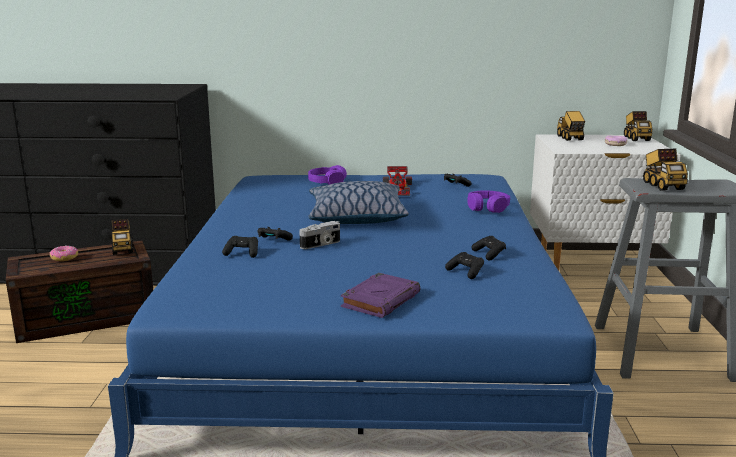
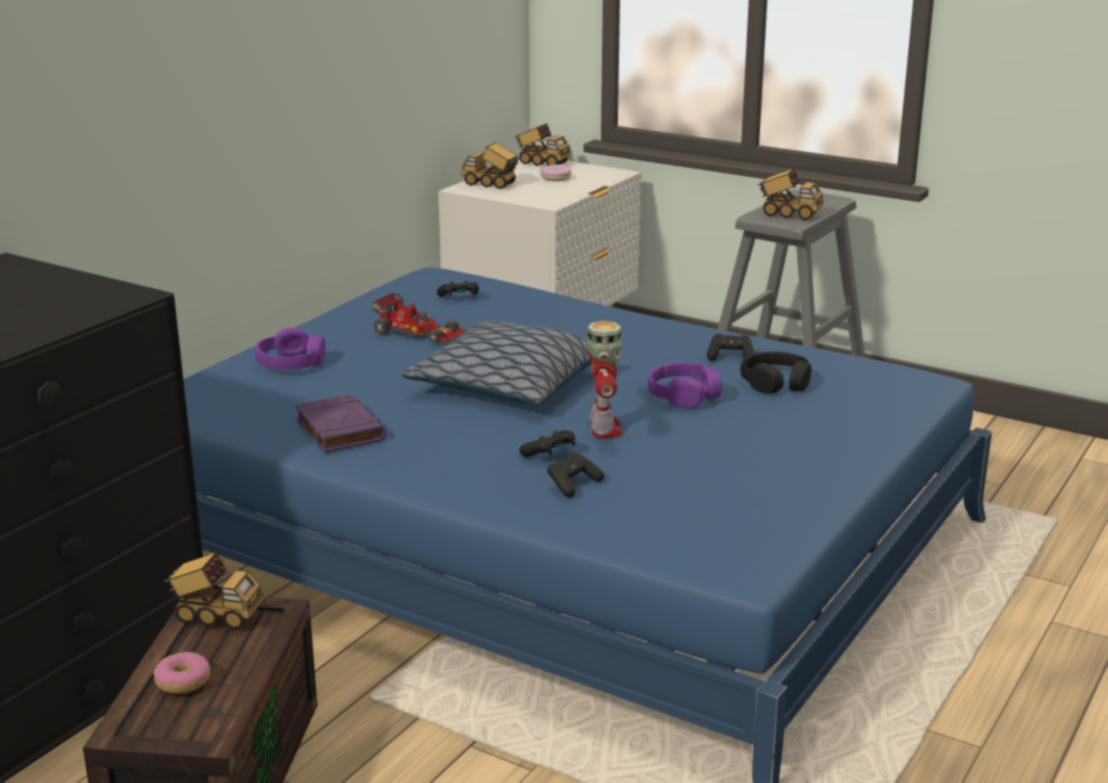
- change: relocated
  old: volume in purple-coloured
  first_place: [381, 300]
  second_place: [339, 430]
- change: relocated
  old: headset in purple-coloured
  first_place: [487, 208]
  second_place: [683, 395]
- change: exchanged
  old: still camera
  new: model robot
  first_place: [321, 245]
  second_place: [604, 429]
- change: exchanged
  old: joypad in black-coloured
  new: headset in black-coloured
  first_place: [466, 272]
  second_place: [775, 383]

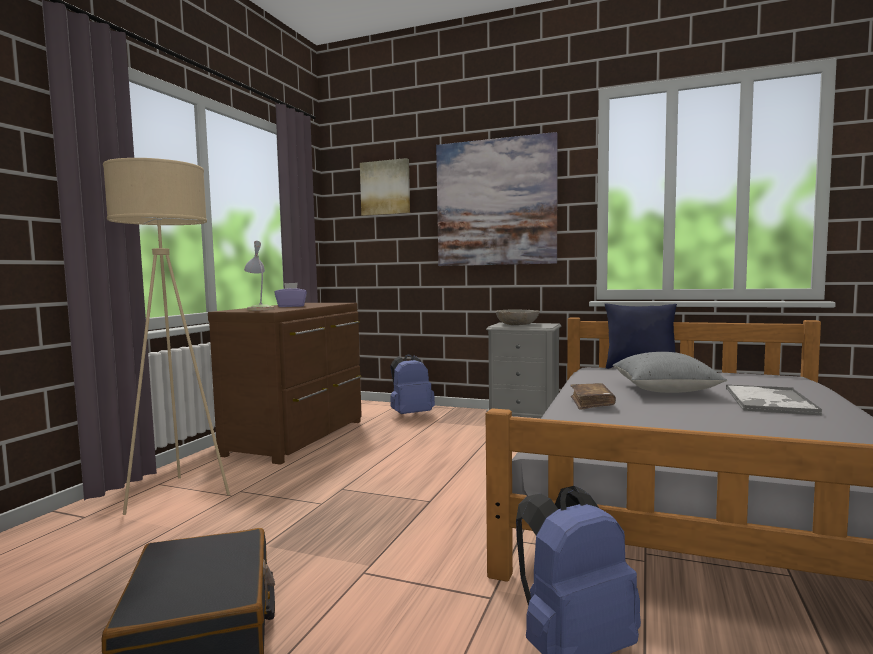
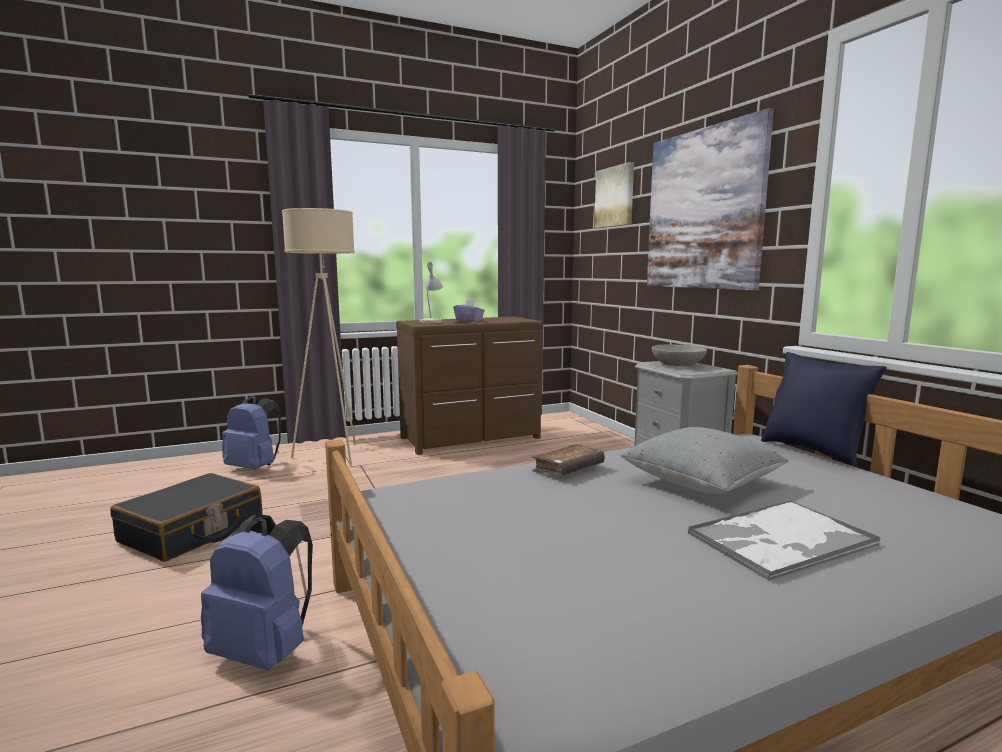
- change: relocated
  old: backpack in bluish
  first_place: [411, 414]
  second_place: [255, 468]

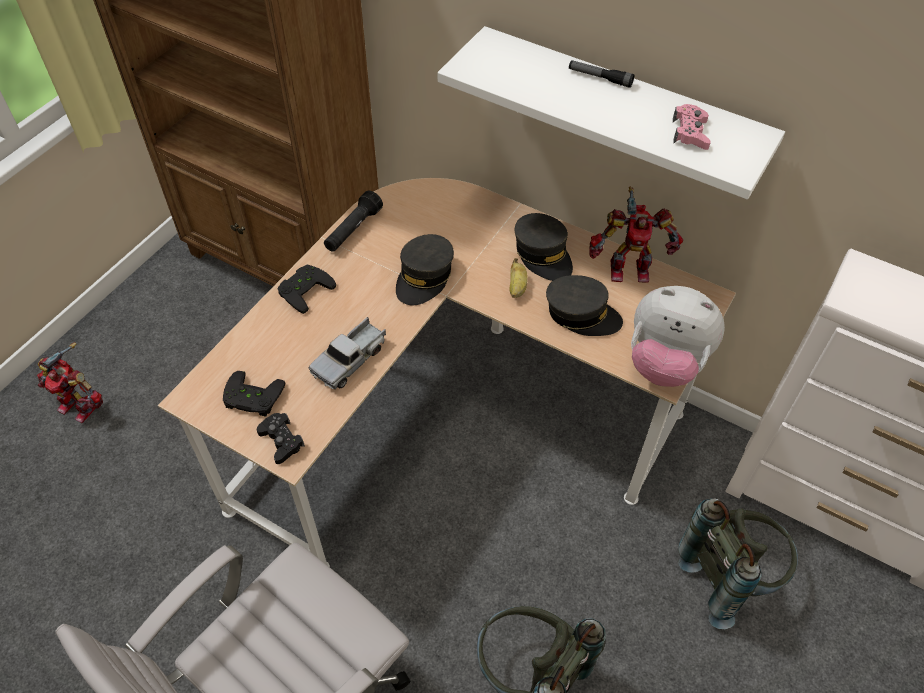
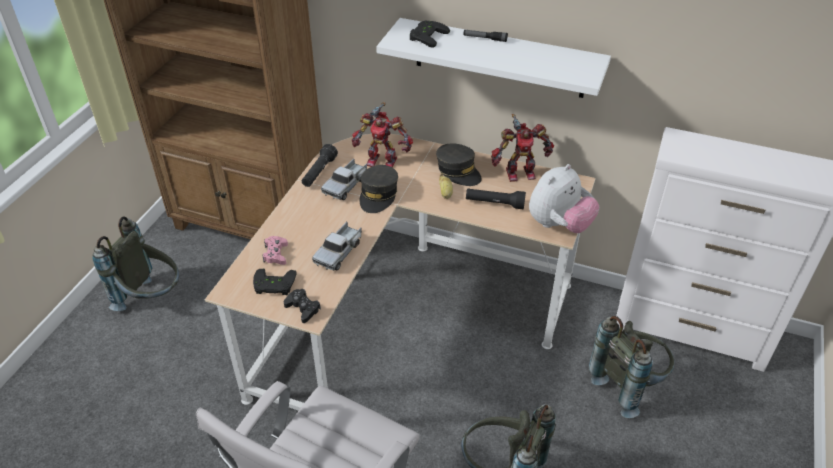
- change: appeared
  new: backpack in gray
  second_place: [151, 298]
- change: appeared
  new: toy lorry
  second_place: [346, 185]
- change: relocated
  old: model robot
  first_place: [80, 405]
  second_place: [382, 160]
- change: relocated
  old: joypad in black-coloured
  first_place: [303, 289]
  second_place: [426, 36]
- change: relocated
  old: joypad in pink-coloured
  first_place: [690, 133]
  second_place: [275, 254]
- change: exchanged
  old: baseball cap in gray
  new: flashlight in black-coloured
  first_place: [581, 314]
  second_place: [494, 203]
- change: spun
  old: soft toy
  first_place: [665, 363]
  second_place: [559, 225]
  degrees: -60

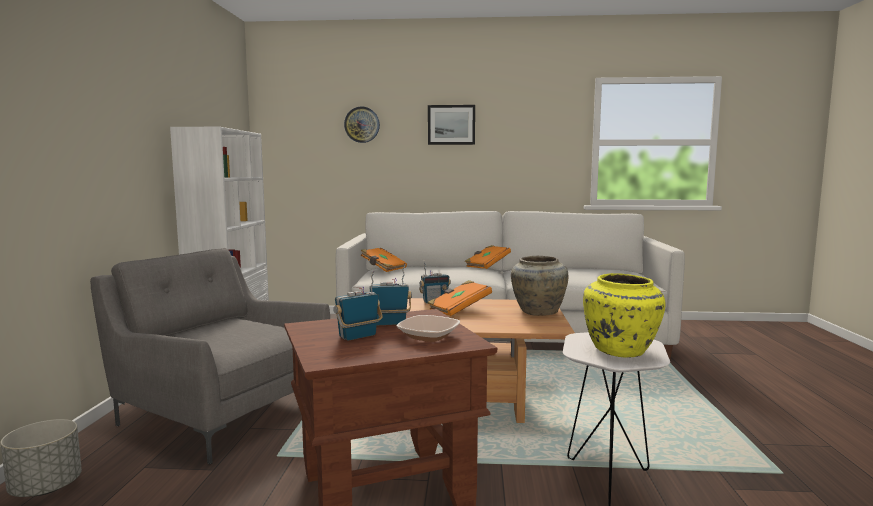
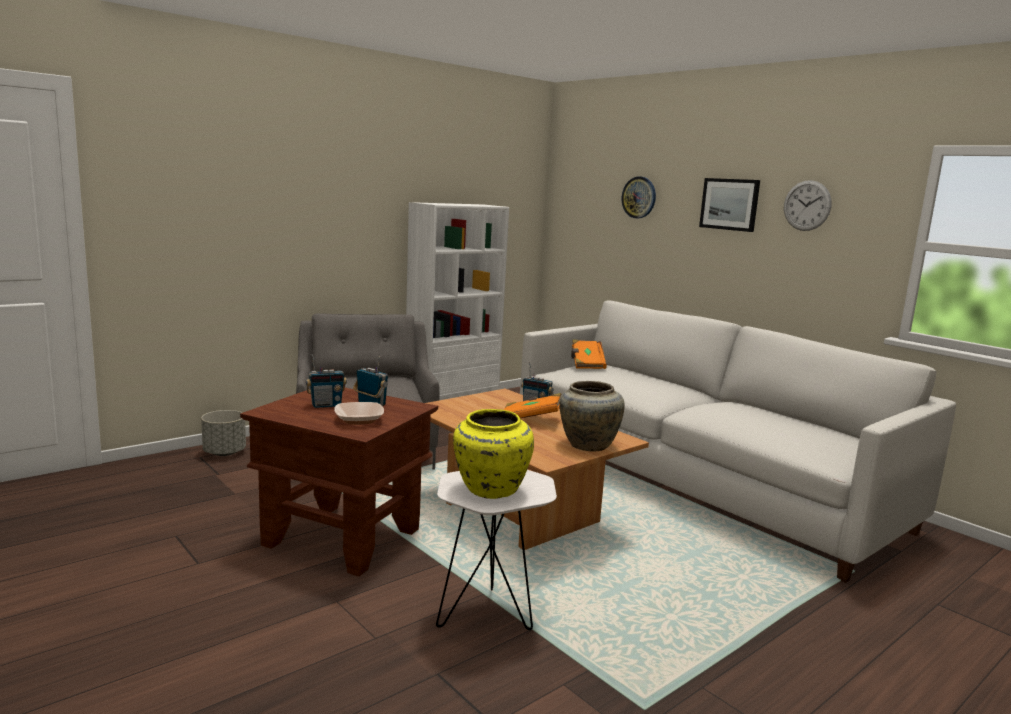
- change: missing
  old: volume in orange
  first_place: [487, 265]
- change: appeared
  new: clock on the wall
  second_place: [807, 205]
- change: spun
  old: radio set
  first_place: [358, 336]
  second_place: [326, 405]
  degrees: 150

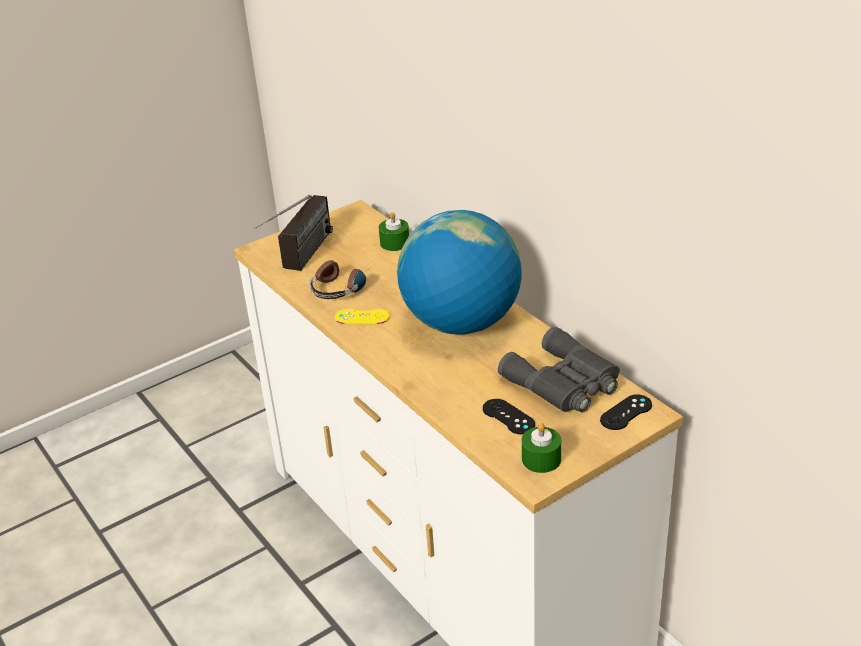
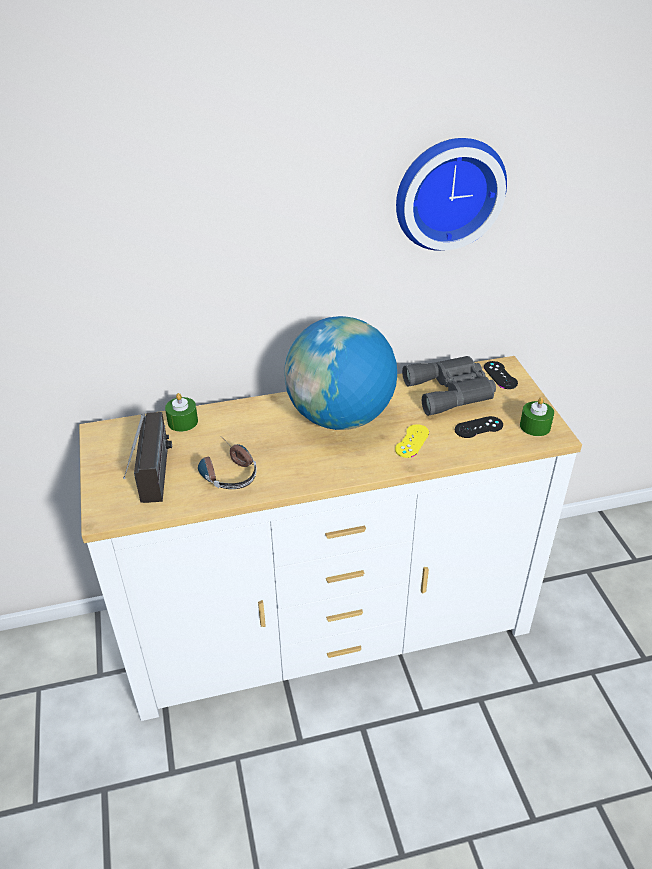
- change: appeared
  new: clock on the wall
  second_place: [447, 192]
- change: relocated
  old: joypad in yellowish
  first_place: [362, 317]
  second_place: [412, 441]
- change: spun
  old: radio set
  first_place: [301, 260]
  second_place: [155, 488]
  degrees: 45

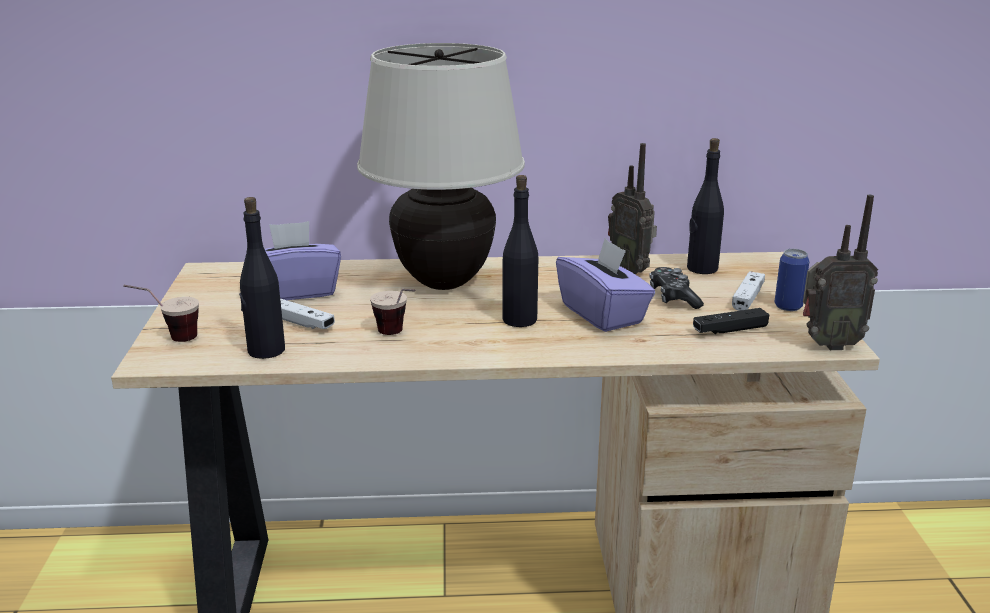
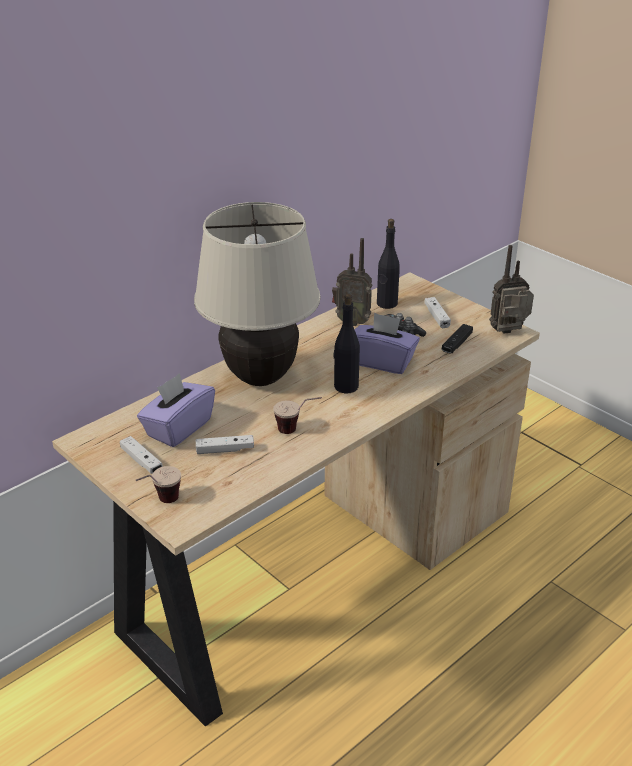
- change: missing
  old: bottle in black-coloured
  first_place: [265, 350]
- change: missing
  old: can
  first_place: [788, 306]
- change: appeared
  new: joypad in whitish
  second_place: [141, 461]
- change: spun
  old: radio set
  first_place: [827, 344]
  second_place: [509, 333]
  degrees: -150

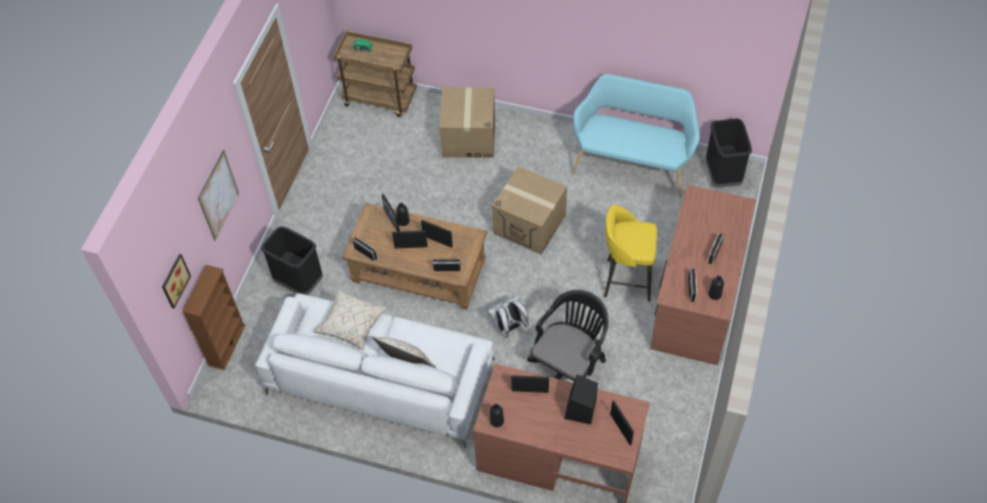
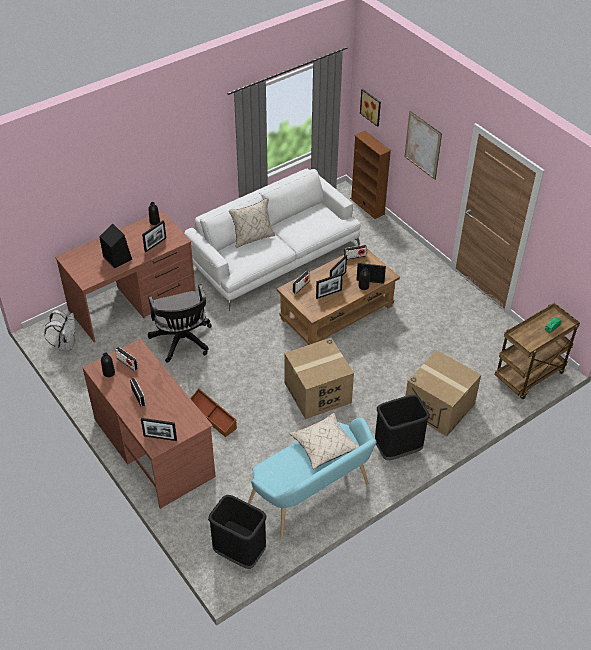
- change: relocated
  old: trash can in black-coloured
  first_place: [299, 281]
  second_place: [397, 450]
- change: relocated
  old: throw pillow in sand-coloured
  first_place: [351, 324]
  second_place: [324, 446]
- change: relocated
  old: backpack in whitish
  first_place: [508, 327]
  second_place: [66, 344]
- change: relocated
  old: standing frame
  first_place: [620, 429]
  second_place: [160, 437]
- change: exchanged
  old: stool in yellowish
  new: storage container in brown
  first_place: [626, 280]
  second_place: [212, 416]

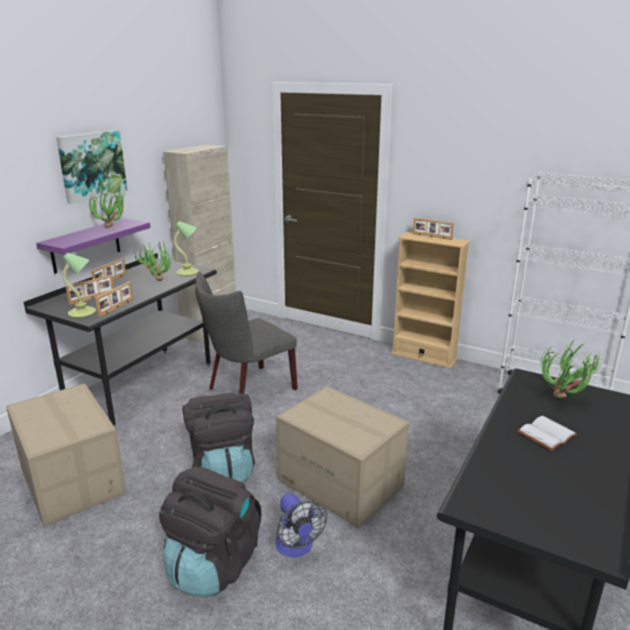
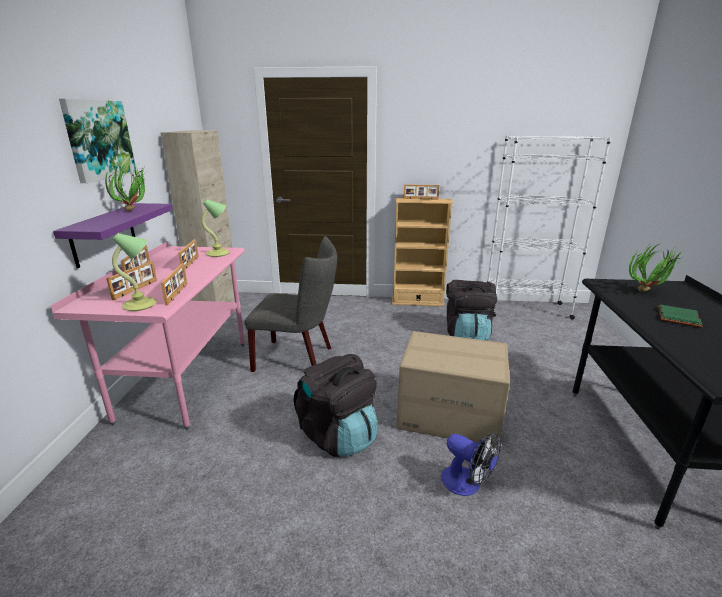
- change: missing
  old: carton
  first_place: [73, 480]
- change: relocated
  old: backpack in black-coloured
  first_place: [213, 564]
  second_place: [467, 334]
- change: exchanged
  old: houseplant
  new: standing frame
  first_place: [156, 279]
  second_place: [191, 263]
- change: colour
  old: desk unit in black-coloured
  new: desk unit in pink-coloured
  first_place: [141, 385]
  second_place: [186, 379]
- change: colour
  old: volume in whitish
  new: volume in green
  first_place: [545, 433]
  second_place: [676, 317]
- change: spun
  old: chair in gray
  first_place: [247, 390]
  second_place: [298, 358]
  degrees: -105

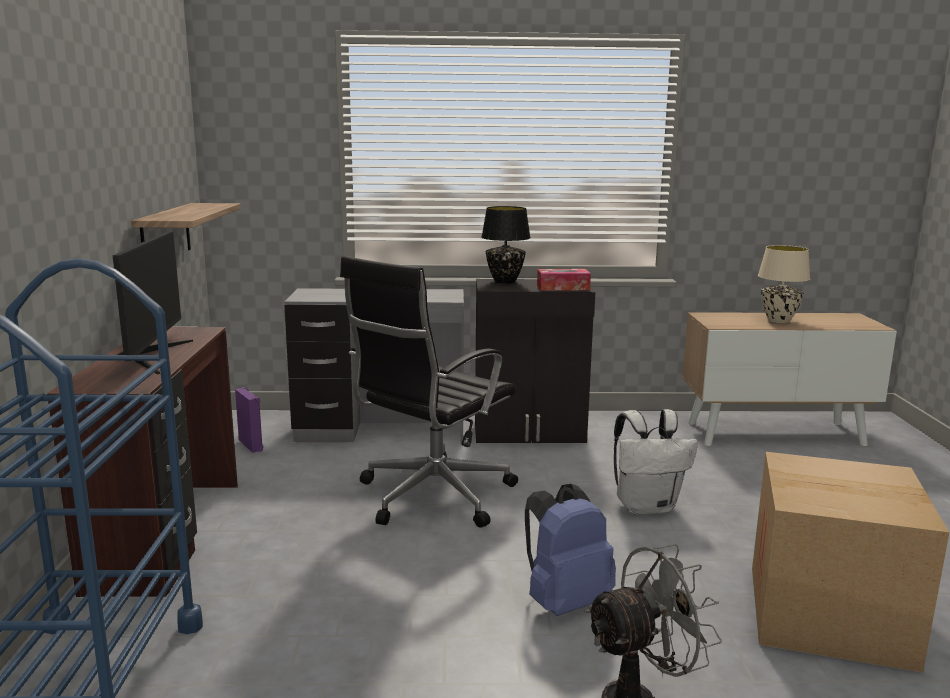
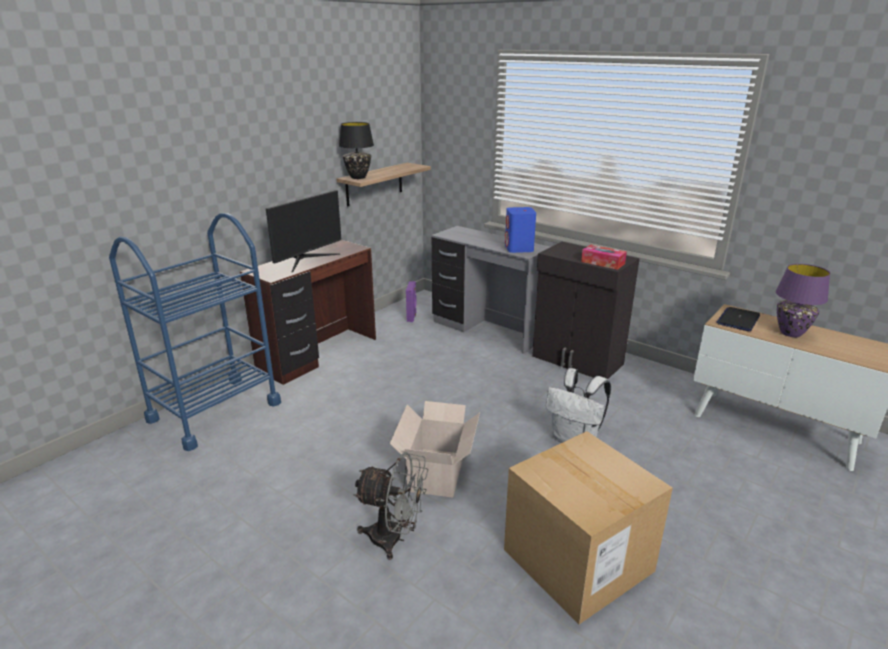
- change: missing
  old: desk chair in black-coloured
  first_place: [431, 496]
- change: appeared
  new: loudspeaker in bluish
  second_place: [519, 249]
- change: appeared
  new: notebook computer
  second_place: [738, 320]
- change: relocated
  old: table lamp in black-coloured
  first_place: [505, 281]
  second_place: [358, 177]
- change: exchanged
  old: backpack in bluish
  new: carton
  first_place: [564, 602]
  second_place: [437, 471]
- change: colour
  old: table lamp in sand-coloured
  new: table lamp in purple-coloured
  first_place: [778, 320]
  second_place: [791, 333]

